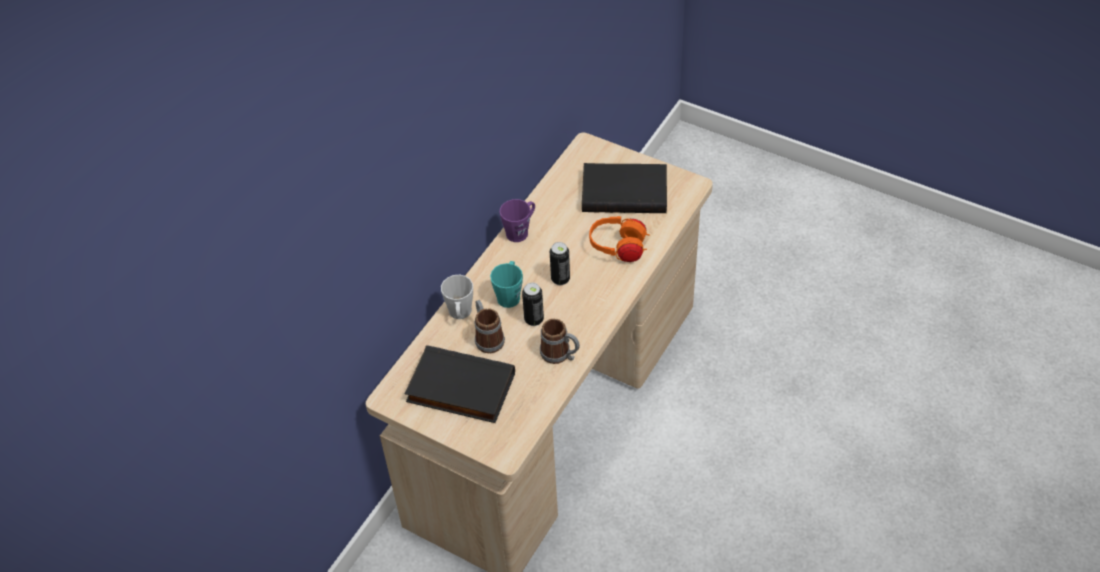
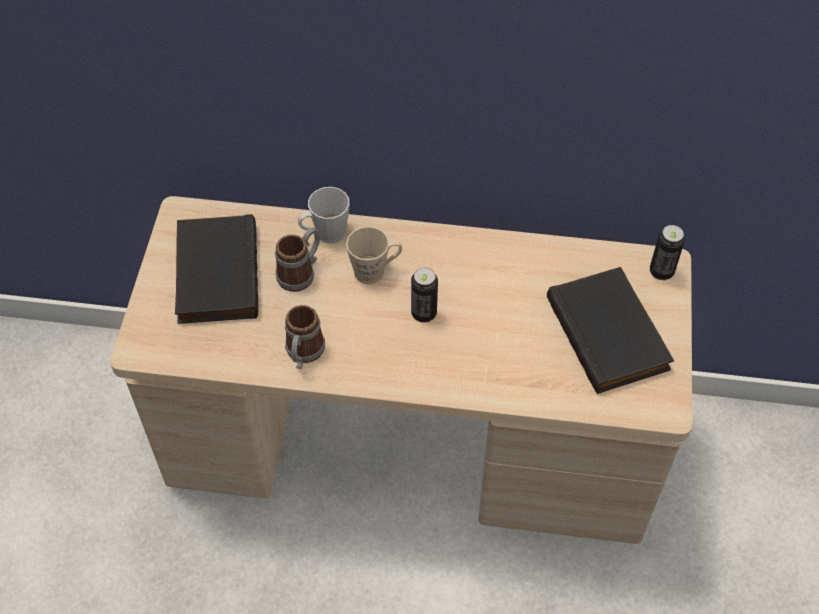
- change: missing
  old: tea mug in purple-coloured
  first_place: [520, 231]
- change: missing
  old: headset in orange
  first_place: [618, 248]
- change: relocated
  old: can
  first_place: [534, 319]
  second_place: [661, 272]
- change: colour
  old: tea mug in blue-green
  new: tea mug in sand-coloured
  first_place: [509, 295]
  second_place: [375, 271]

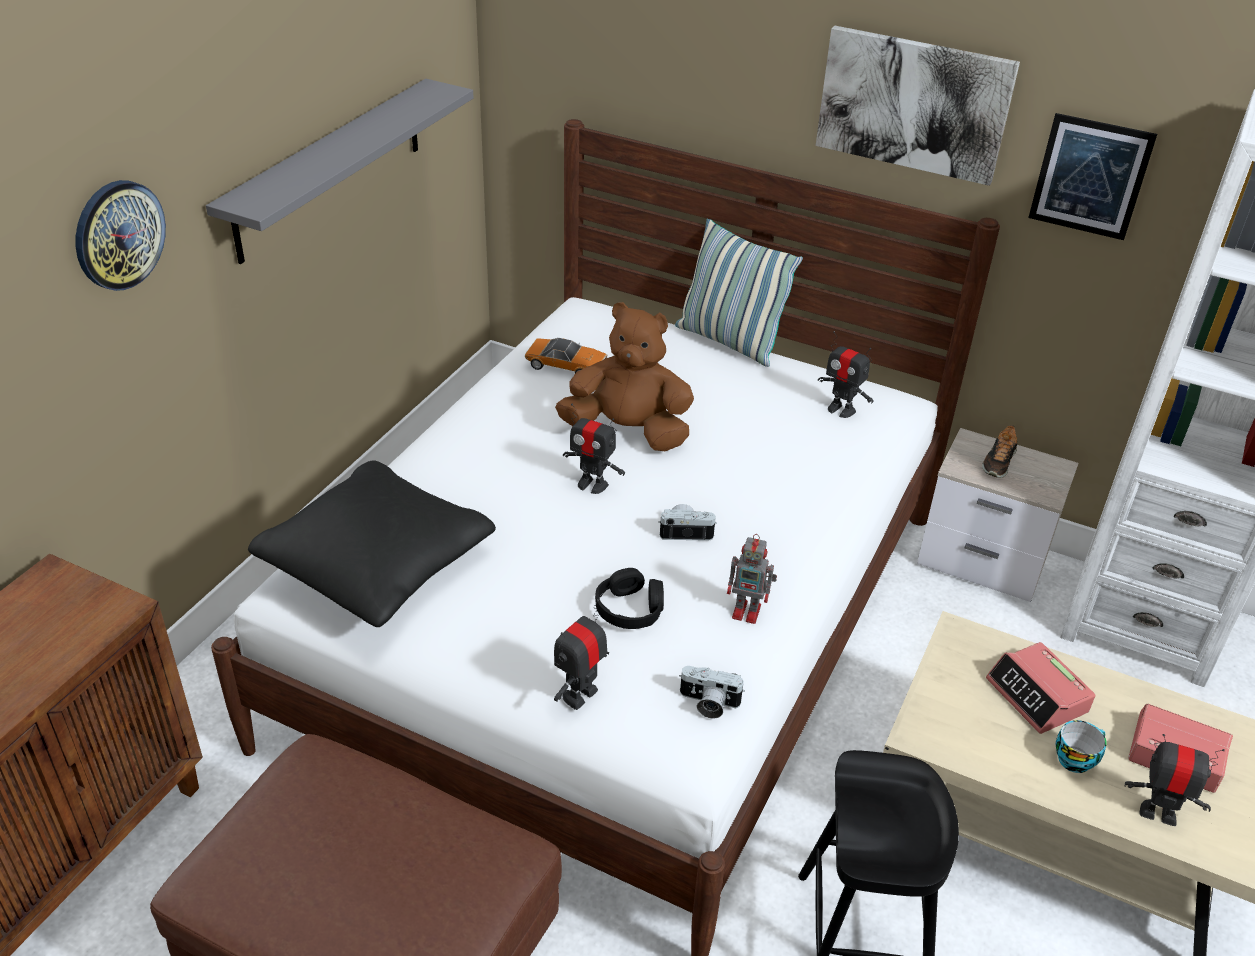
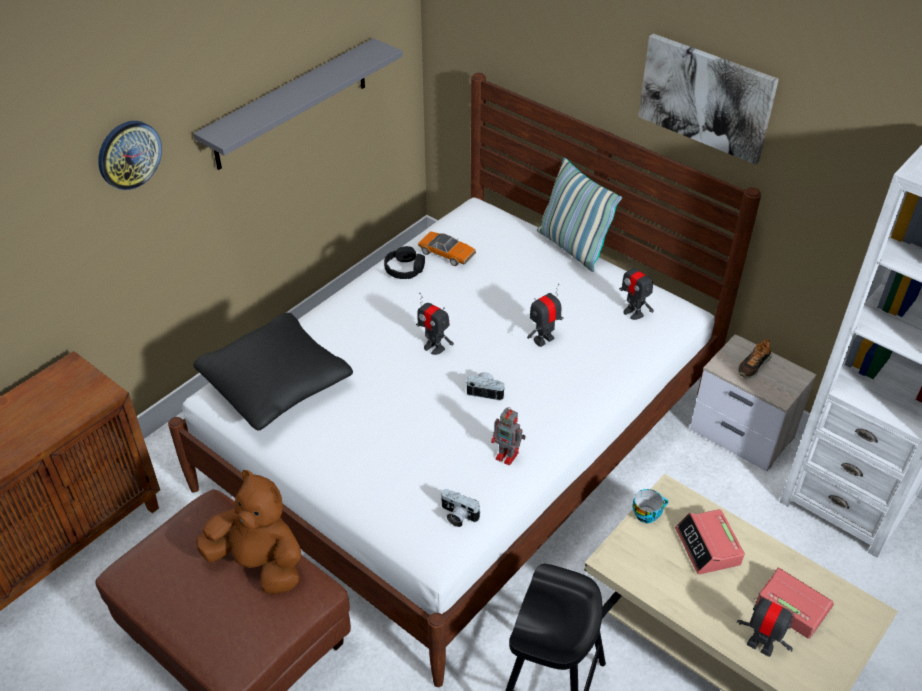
- change: missing
  old: wall picture
  first_place: [1090, 177]
- change: relocated
  old: model robot
  first_place: [580, 695]
  second_place: [543, 339]
- change: relocated
  old: soft toy in brown
  first_place: [628, 432]
  second_place: [259, 563]
- change: relocated
  old: headset in black-coloured
  first_place: [630, 609]
  second_place: [404, 269]
- change: relocated
  old: drinking cup
  first_place: [1075, 758]
  second_place: [647, 514]

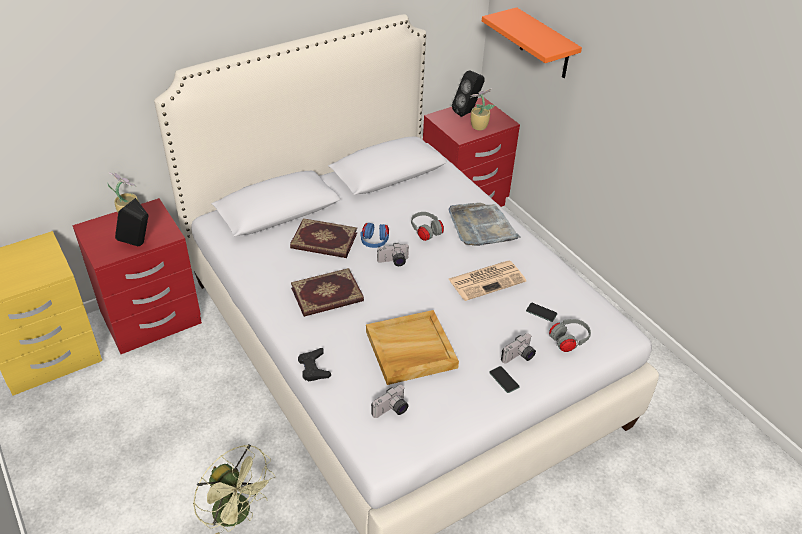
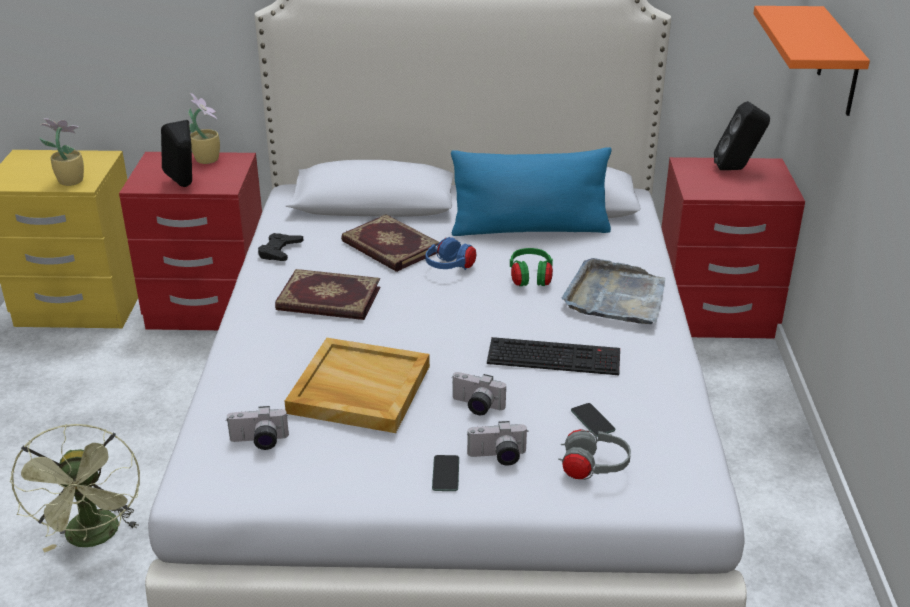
- change: appeared
  new: throw pillow in bluish
  second_place: [530, 229]
- change: relocated
  old: joypad in black-coloured
  first_place: [314, 368]
  second_place: [280, 251]
- change: relocated
  old: still camera
  first_place: [393, 262]
  second_place: [476, 406]
- change: relocated
  old: houseplant
  first_place: [478, 127]
  second_place: [70, 181]
- change: exchanged
  old: daily paper
  new: keyboard
  first_place: [487, 280]
  second_place: [555, 356]
- change: colour
  old: headset in gray
  new: headset in green
  first_place: [426, 232]
  second_place: [530, 279]

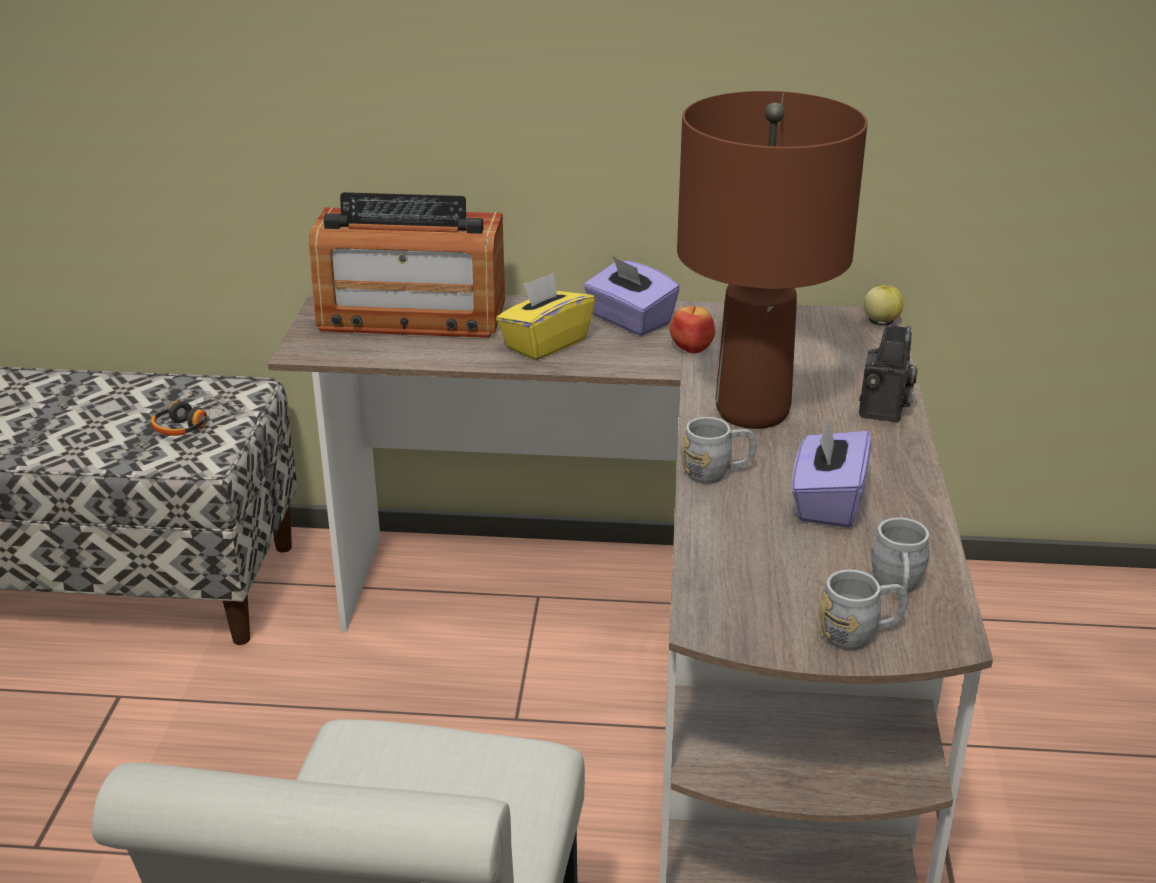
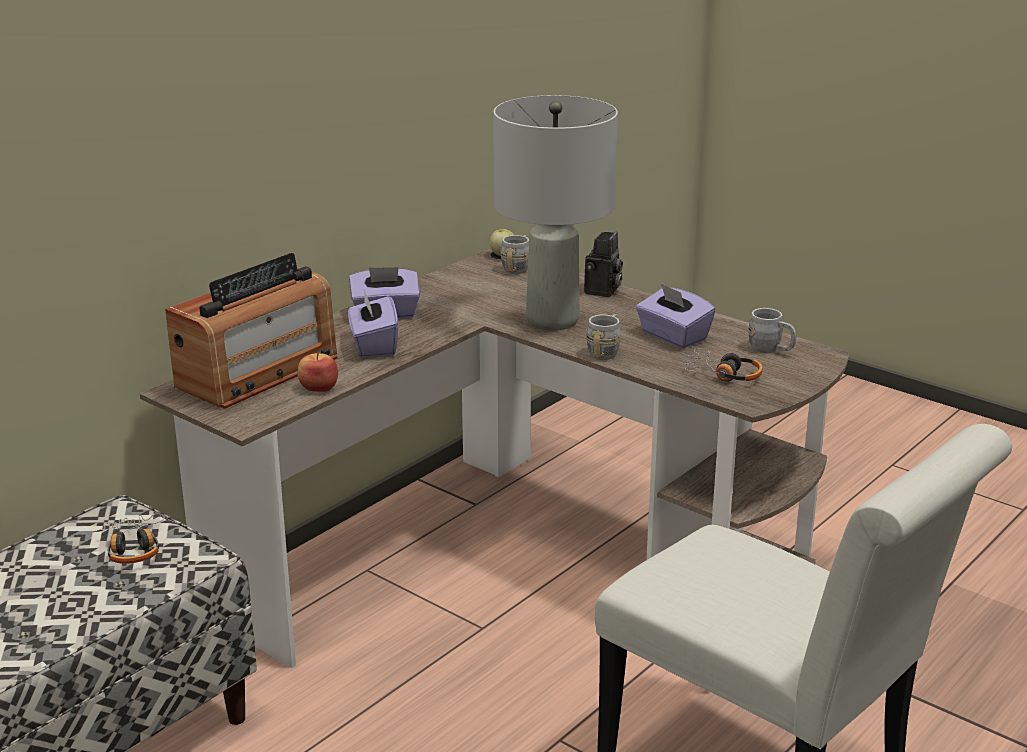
- change: appeared
  new: headset
  second_place: [722, 375]
- change: relocated
  old: apple
  first_place: [692, 347]
  second_place: [318, 388]
- change: relocated
  old: tea mug in gray
  first_place: [860, 634]
  second_place: [518, 267]
- change: colour
  old: tissue holder in yellowish
  new: tissue holder in purple-coloured
  first_place: [545, 343]
  second_place: [373, 346]
- change: colour
  old: table lamp in brown
  new: table lamp in gray
  first_place: [753, 411]
  second_place: [552, 320]
- change: spun
  old: still camera
  first_place: [884, 412]
  second_place: [603, 291]
  degrees: 60

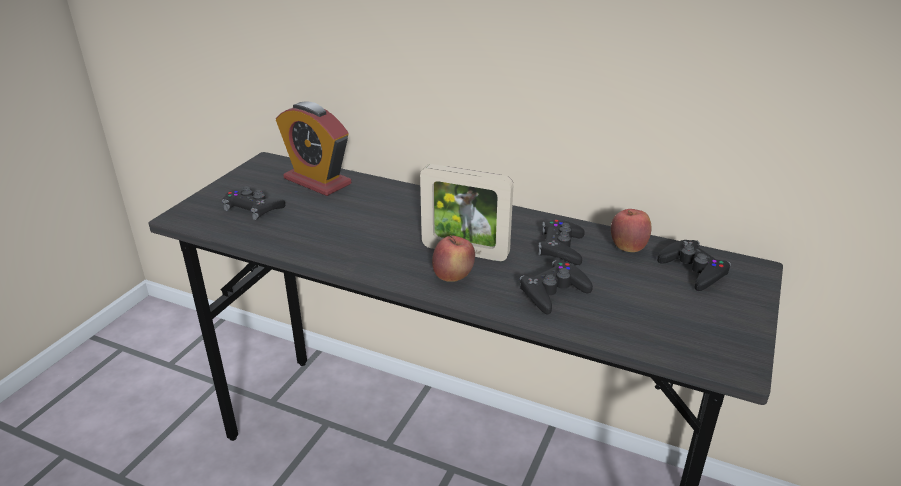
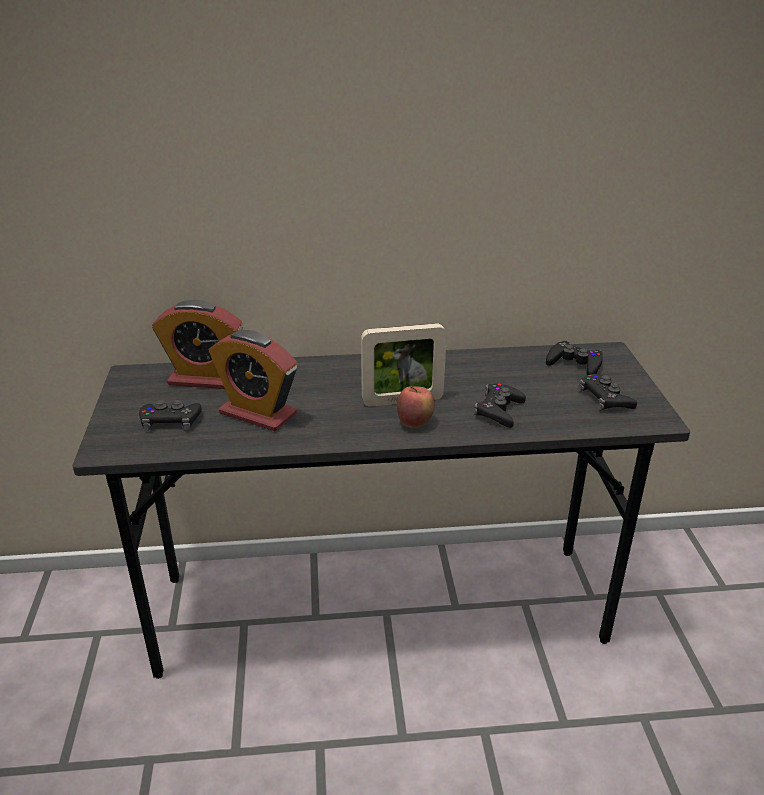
- change: missing
  old: apple
  first_place: [628, 248]
- change: appeared
  new: bedside clock
  second_place: [258, 413]
- change: relocated
  old: joypad in black-coloured
  first_place: [561, 248]
  second_place: [605, 398]

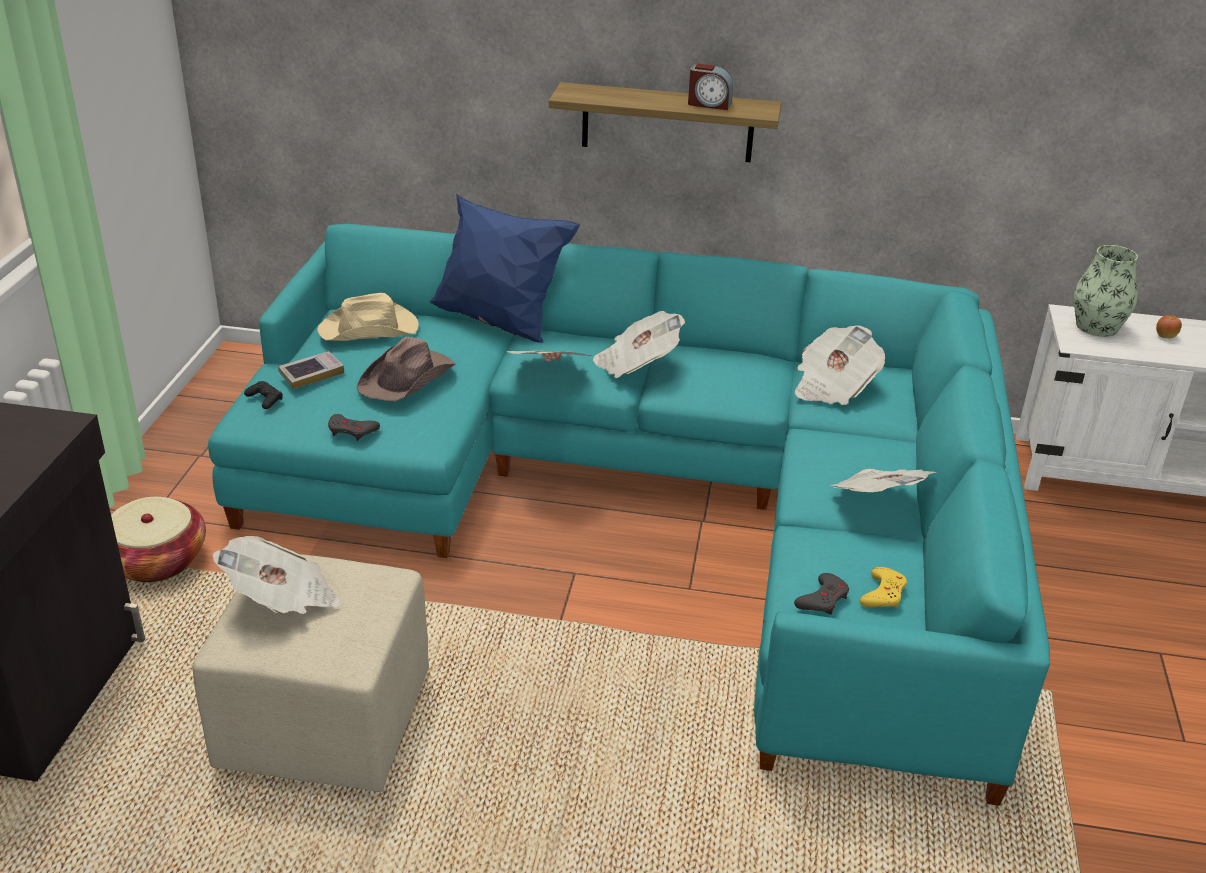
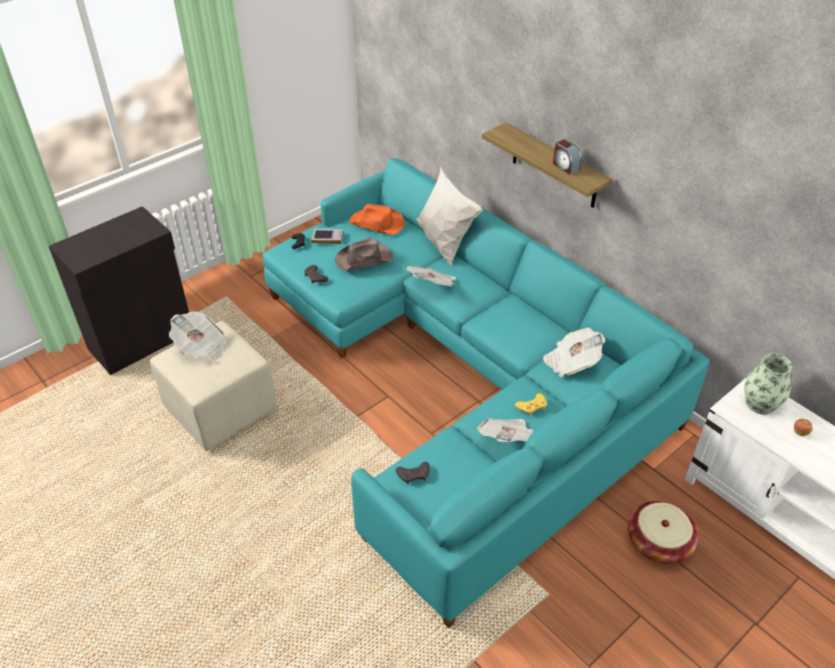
- change: missing
  old: daily paper
  first_place: [636, 364]
- change: relocated
  old: storage basket
  first_place: [156, 561]
  second_place: [658, 543]
- change: relocated
  old: joypad in yellowish
  first_place: [883, 594]
  second_place: [532, 406]
- change: colour
  old: clothing hat in sand-coloured
  new: clothing hat in orange
  first_place: [369, 330]
  second_place: [377, 224]
- change: colour
  old: throw pillow in bluish
  new: throw pillow in whitish
  first_place: [498, 323]
  second_place: [444, 245]

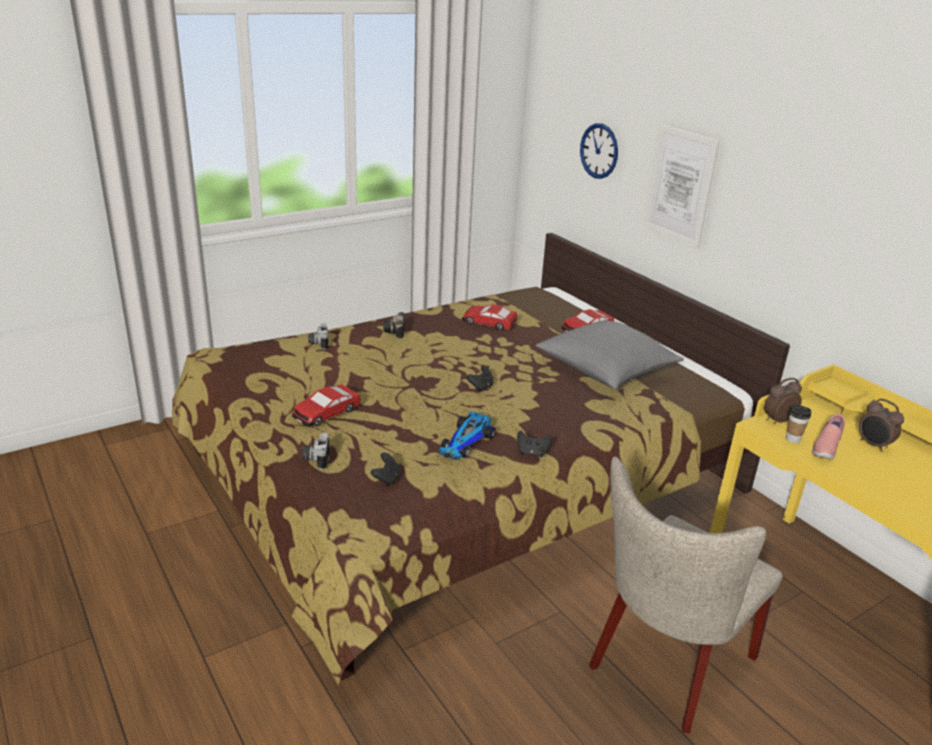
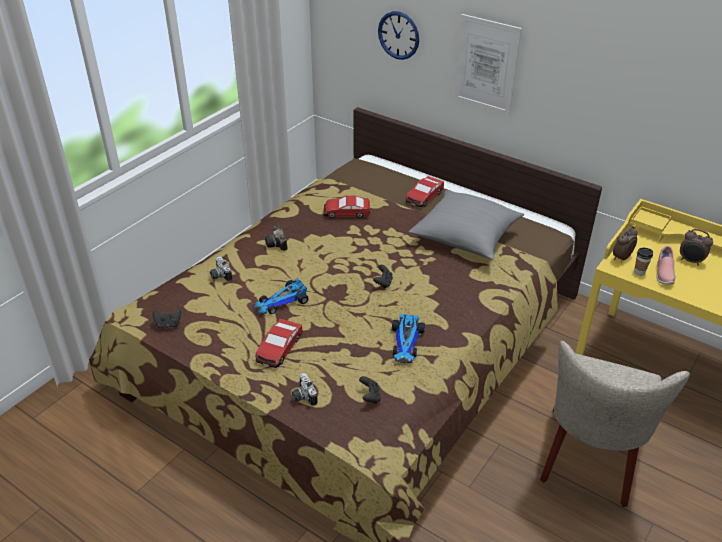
- change: appeared
  new: model car
  second_place: [282, 302]
- change: relocated
  old: joypad in black-coloured
  first_place: [532, 453]
  second_place: [168, 324]

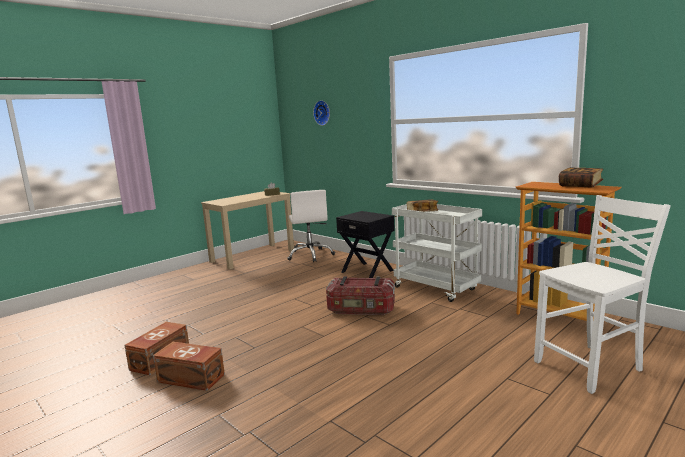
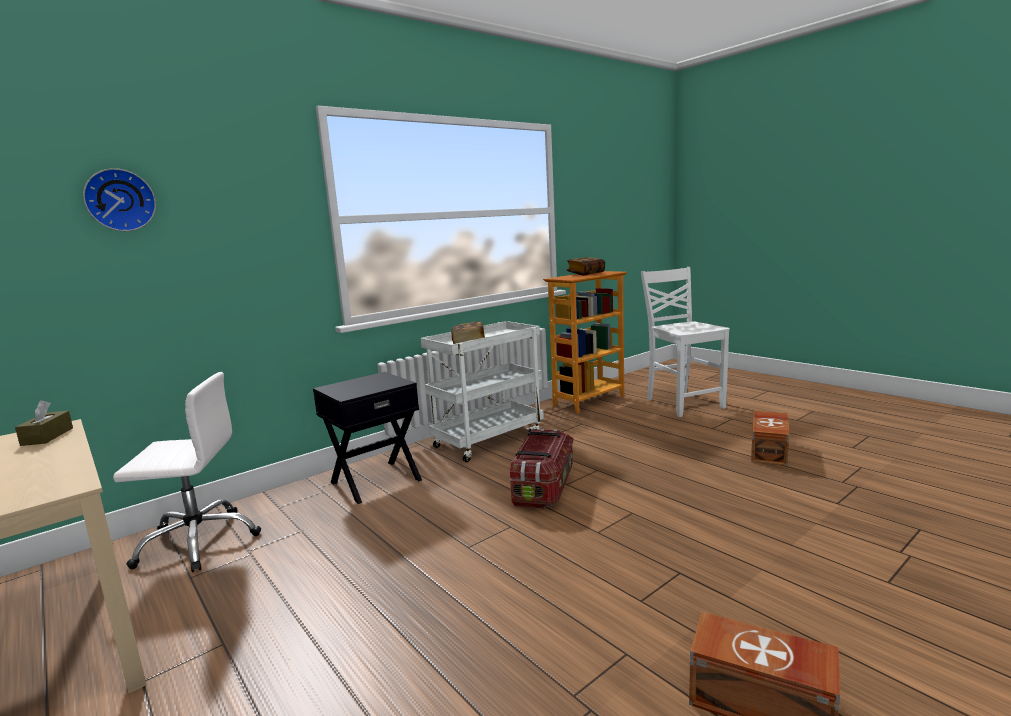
- change: relocated
  old: storage container in brown
  first_place: [191, 379]
  second_place: [770, 451]

